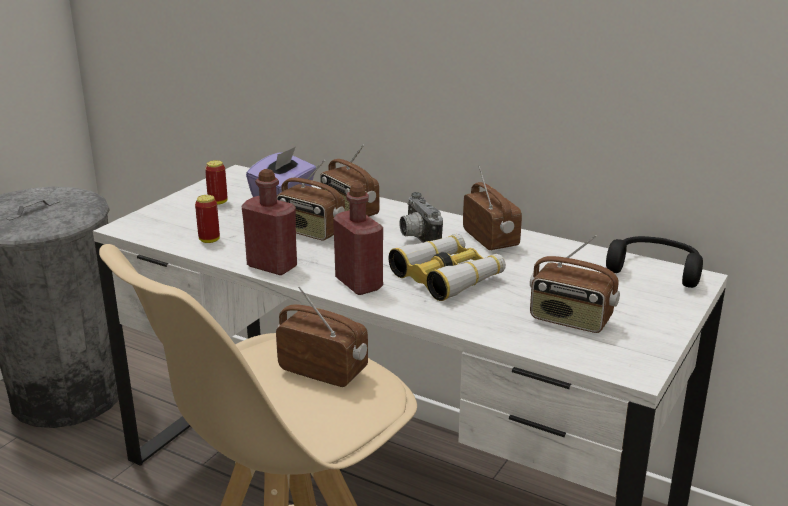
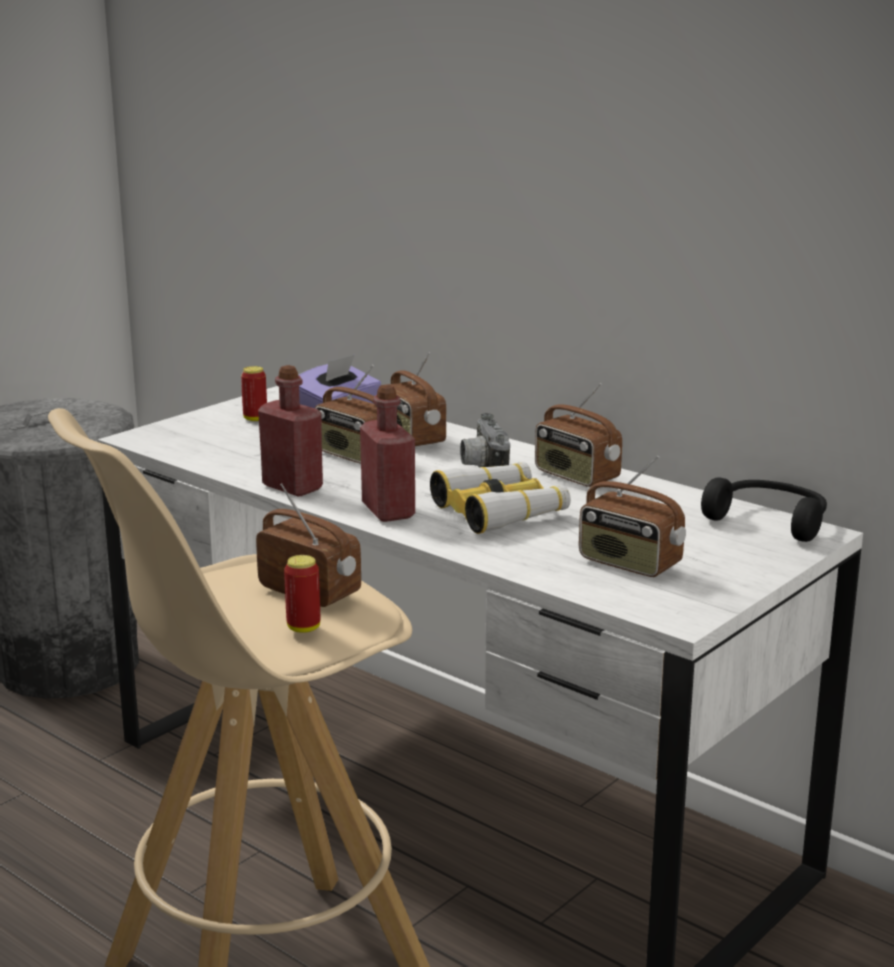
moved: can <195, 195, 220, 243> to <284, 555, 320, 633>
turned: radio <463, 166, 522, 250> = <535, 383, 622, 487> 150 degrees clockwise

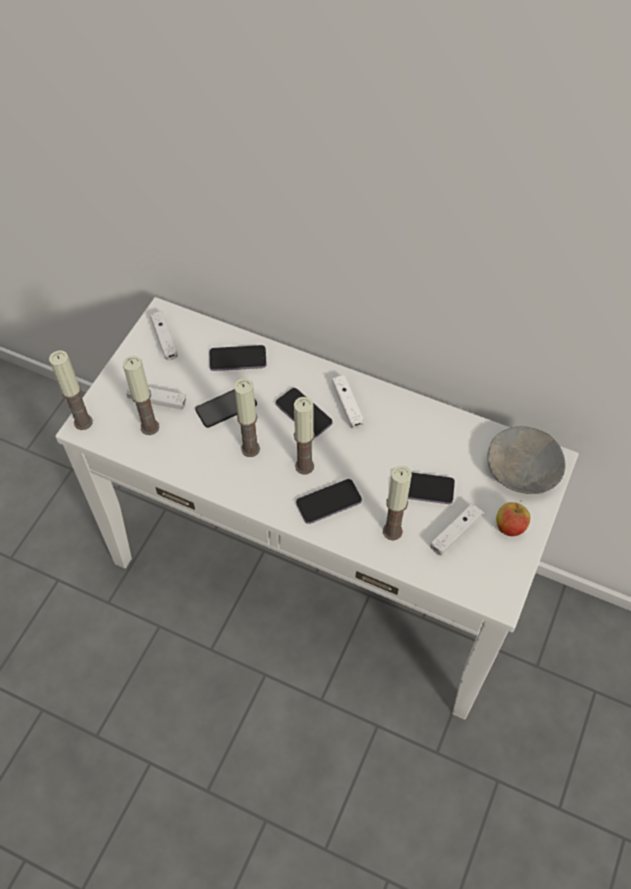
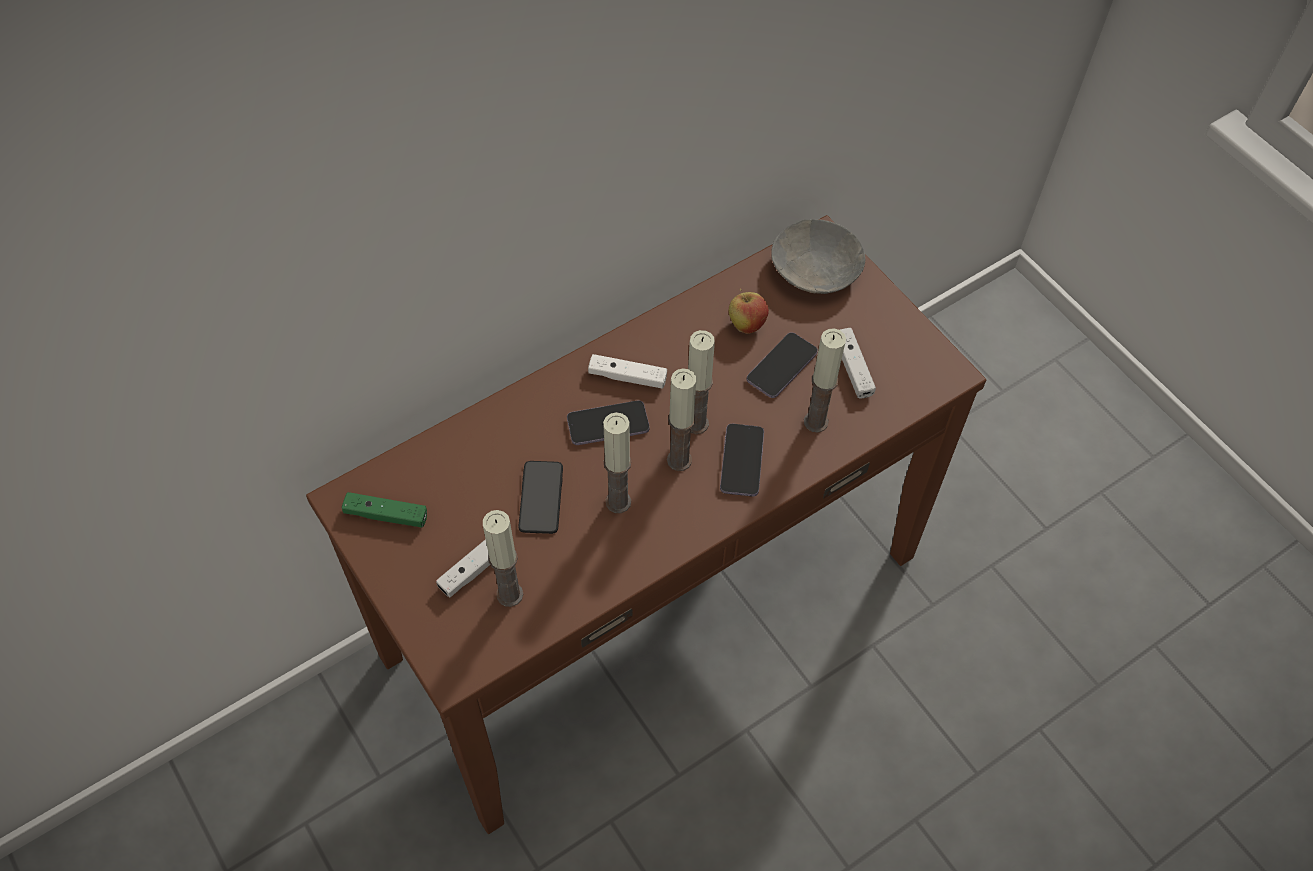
removed: phone <209, 345, 267, 371>
moved: candle <49, 350, 93, 430> to <688, 330, 715, 434>; apple <496, 500, 531, 536> to <729, 289, 769, 334>
recoloured: console table (white) <55, 297, 579, 720> to console table (brown) <306, 215, 986, 834>; game controller (white) <150, 311, 178, 360> to game controller (green) <342, 492, 427, 528>

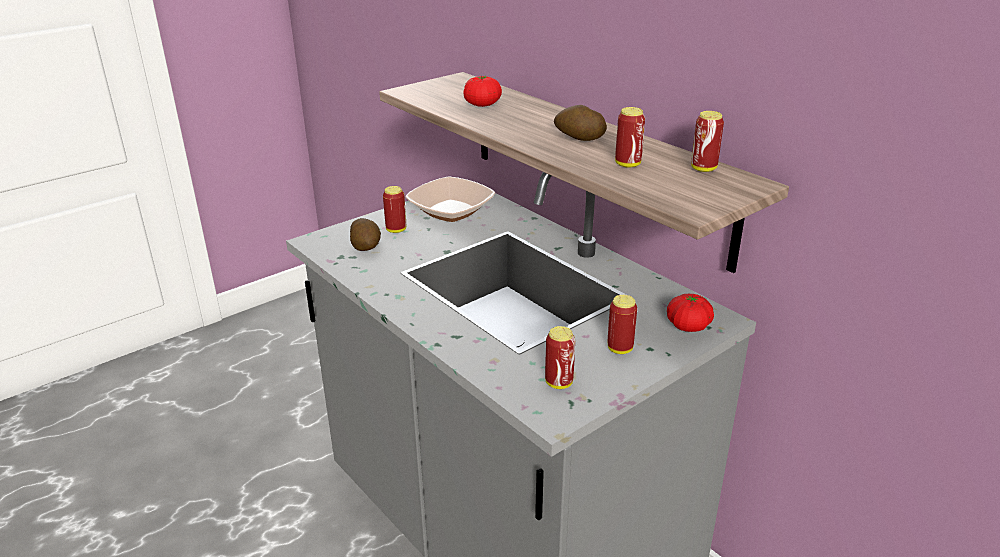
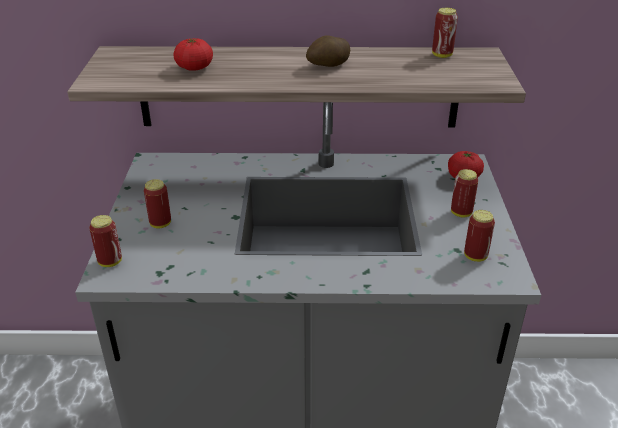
removed: potato <350, 218, 381, 251>; bowl <405, 176, 495, 222>
moved: can <615, 107, 645, 168> to <89, 215, 122, 267>

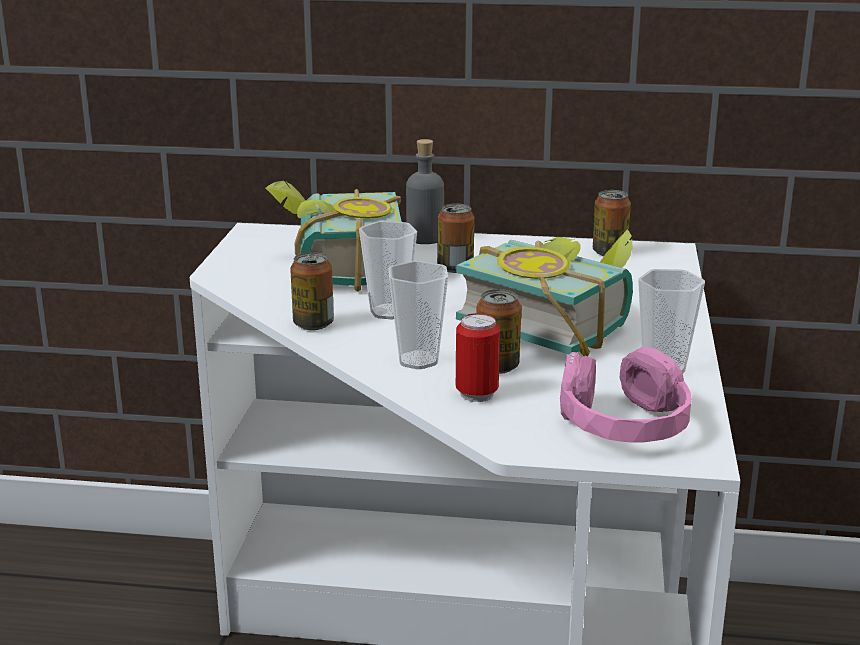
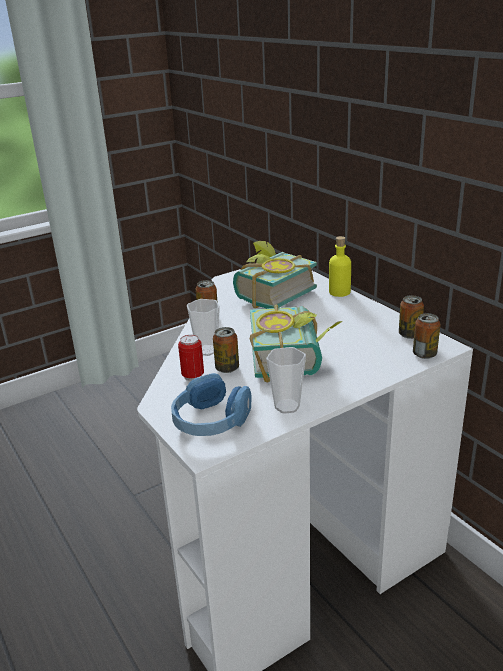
removed: cup <359, 221, 417, 319>
moved: can <437, 203, 475, 273> to <413, 313, 440, 359>
recoloured: bottle (grey) <406, 139, 444, 244> to bottle (yellow) <329, 236, 351, 297>; headphones (pink) <560, 346, 692, 443> to headphones (blue) <171, 373, 252, 436>

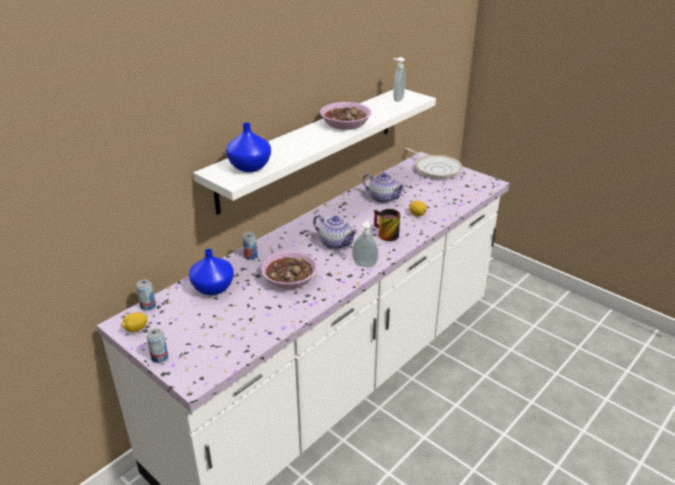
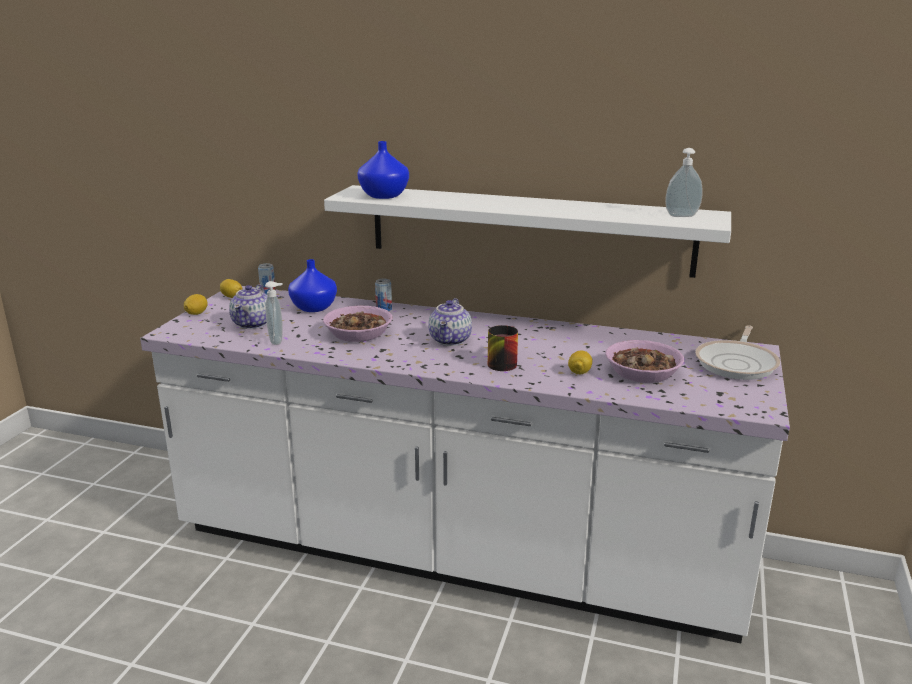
moved: bowl <320, 102, 371, 130> to <606, 340, 684, 383>; soap dispenser <352, 220, 379, 267> to <265, 281, 283, 345>; teapot <362, 173, 406, 203> to <229, 284, 267, 329>
replaced: can <147, 329, 168, 363> to lemon <184, 294, 208, 315>

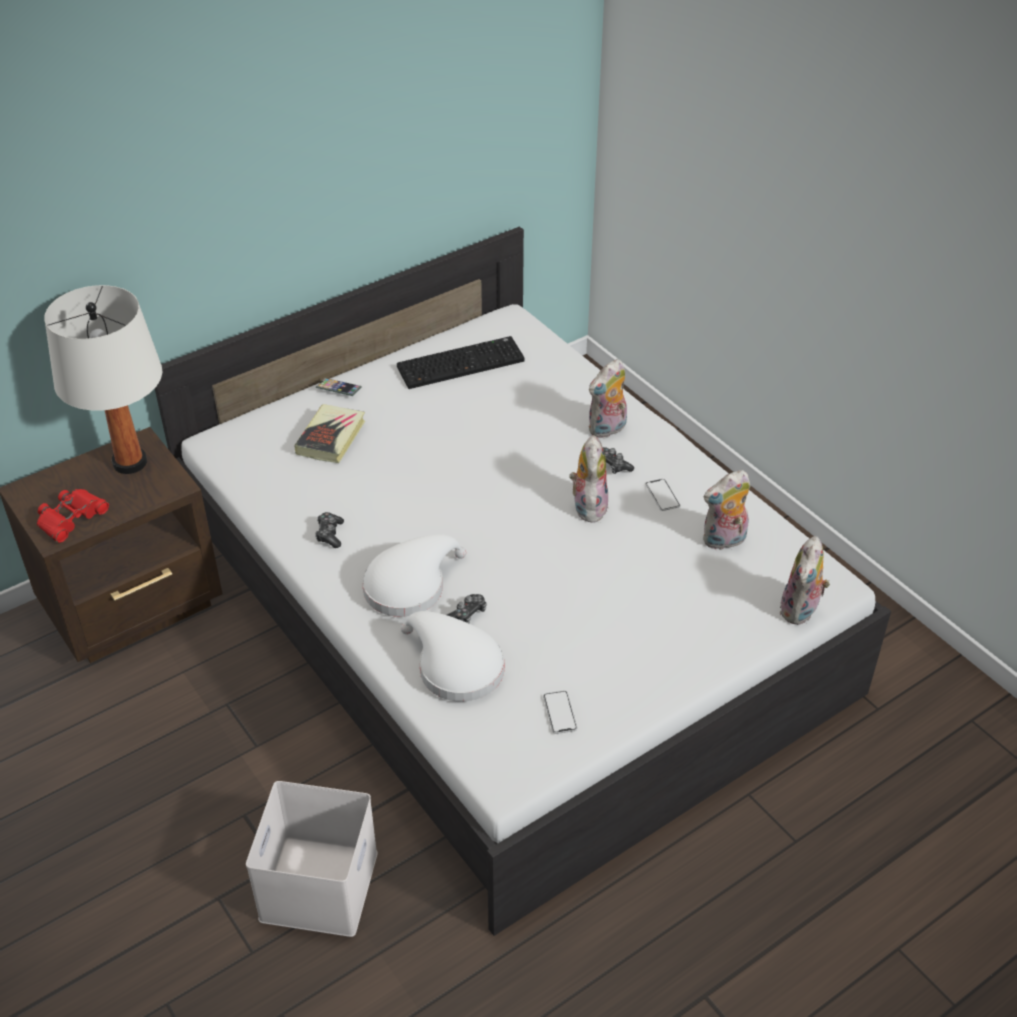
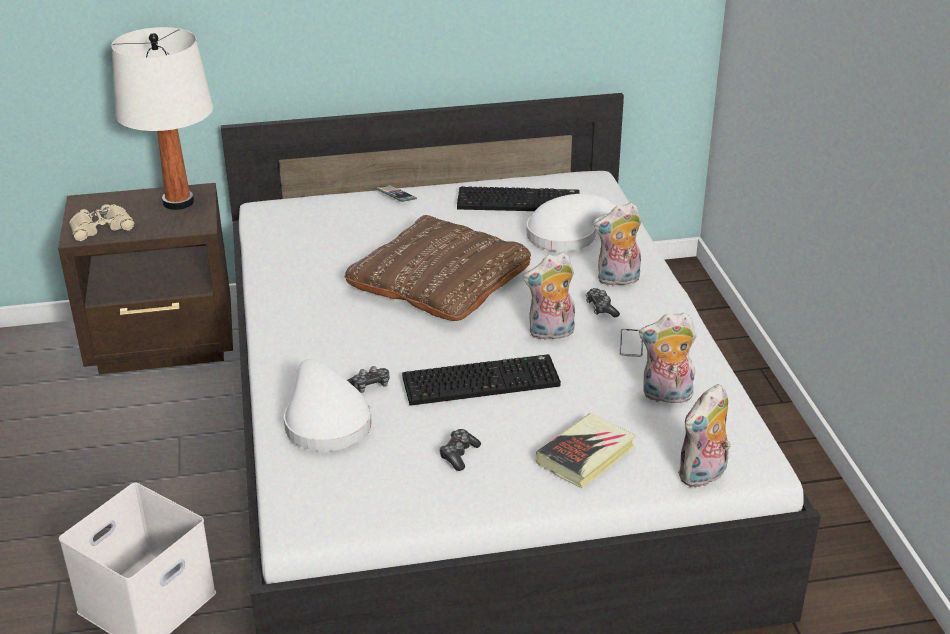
removed: phone <543, 691, 577, 734>
added: pillow (brown) <345, 215, 531, 321>; keyboard <402, 354, 561, 406>
moved: book <294, 404, 365, 463> to <536, 413, 636, 488>; game controller <315, 512, 344, 548> to <439, 429, 481, 471>; hat (white) <362, 534, 466, 617> to <527, 194, 616, 251>
recoloured: binoculars (red) <37, 489, 109, 543> to binoculars (beige) <69, 204, 135, 242>
turned: plush toy <569, 435, 608, 523> = <523, 252, 575, 340> 135 degrees counterclockwise

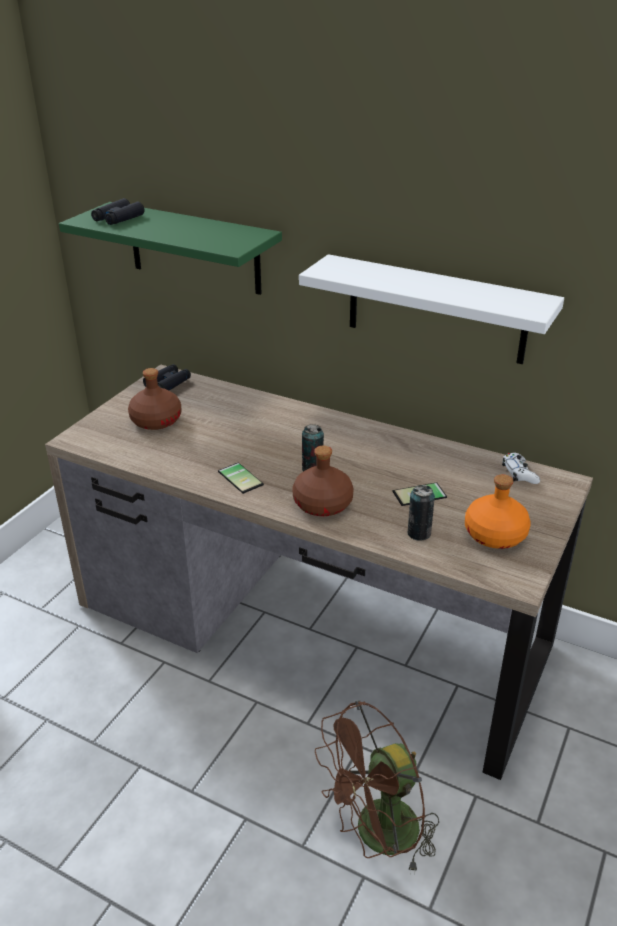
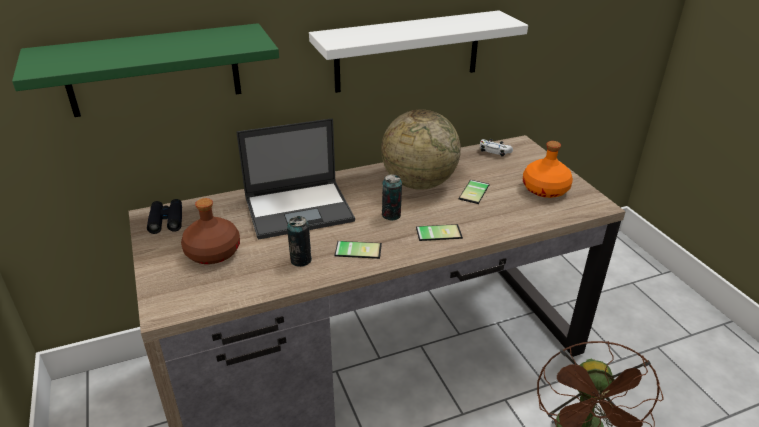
removed: binoculars (black) <91, 198, 144, 225>
added: laptop <236, 118, 355, 240>; globe <381, 109, 461, 190>
moved: can <407, 485, 435, 541> to <287, 216, 312, 267>
replaced: bottle (brown) <292, 445, 354, 516> to phone <416, 221, 463, 241>

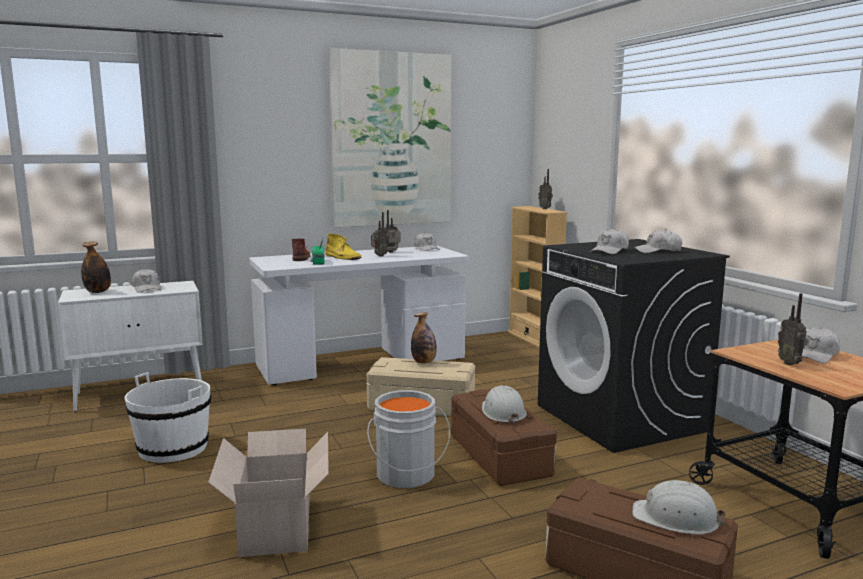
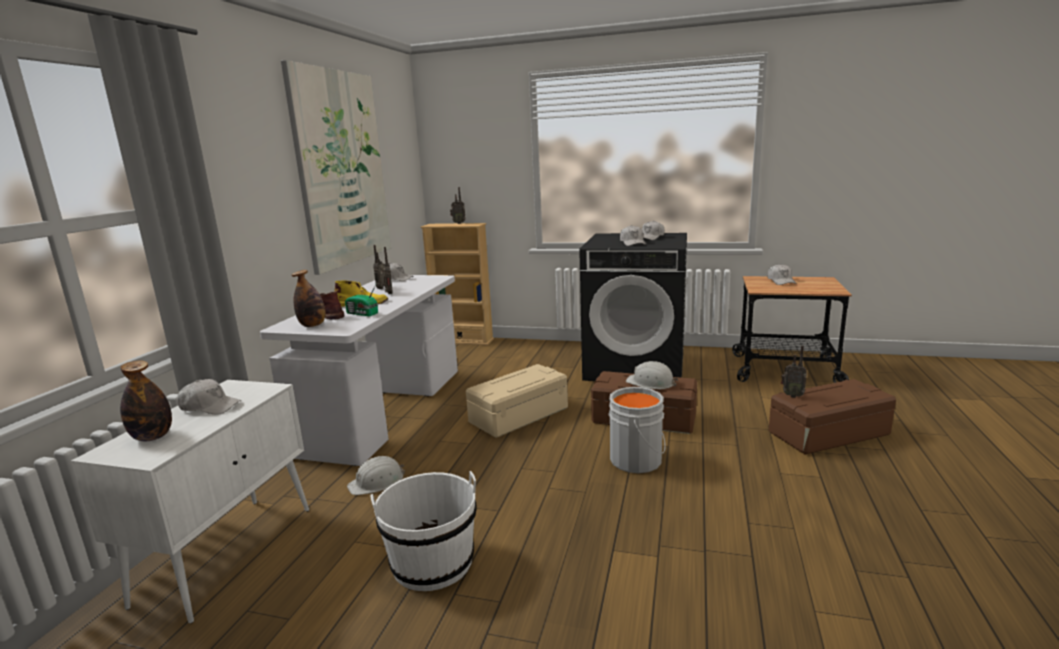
removed: cardboard box <208, 429, 329, 557>
moved: bottle <411, 312, 437, 364> to <291, 270, 326, 327>; hard hat (white) <632, 480, 726, 535> to <347, 456, 405, 495>; radio <778, 293, 808, 365> to <781, 345, 807, 398>

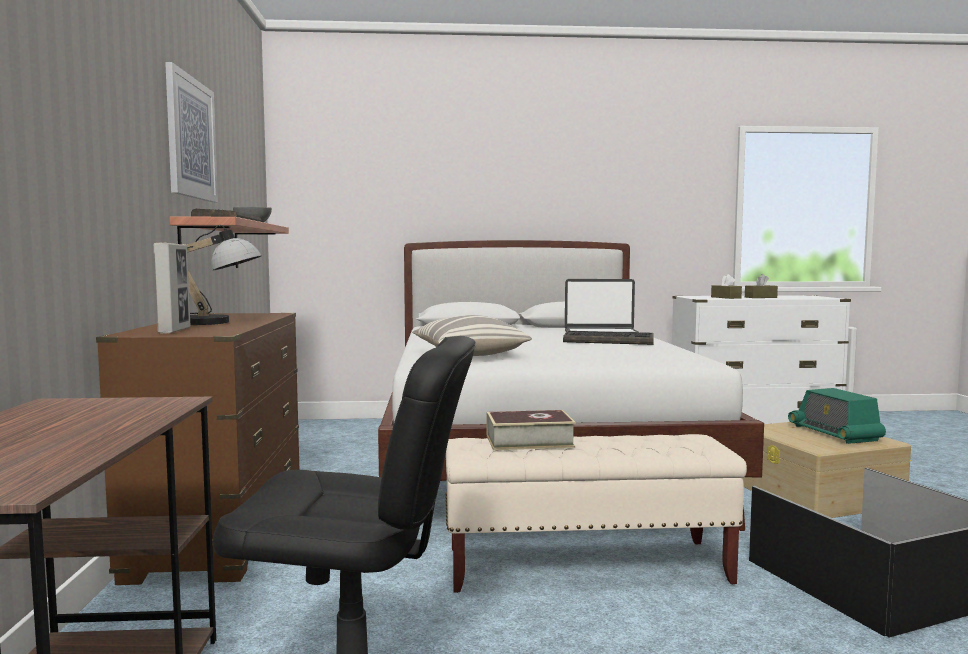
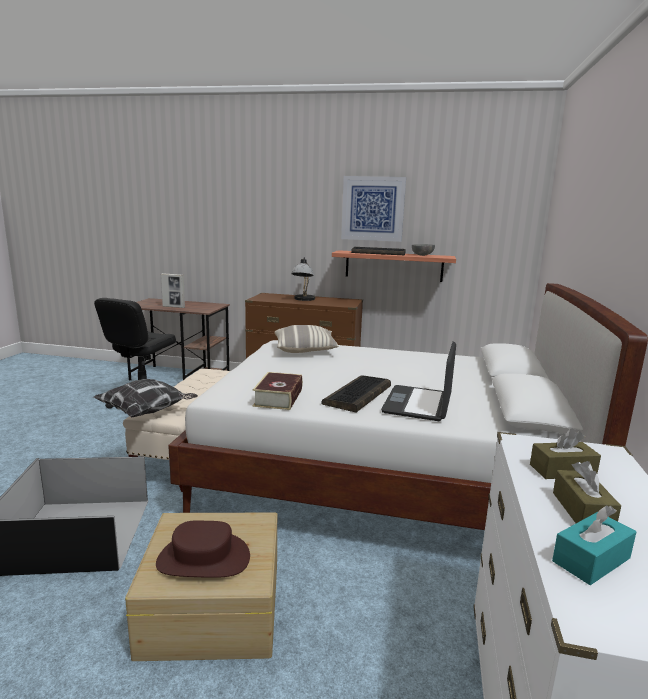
added: pillow <93, 379, 198, 417>; tissue box (turquoise) <552, 506, 636, 585>
moved: picture frame <154, 242, 190, 334> to <161, 273, 185, 308>; book <486, 410, 576, 450> to <252, 372, 303, 410>
replaced: radio <788, 388, 886, 444> to hat (brown) <156, 520, 250, 578>

